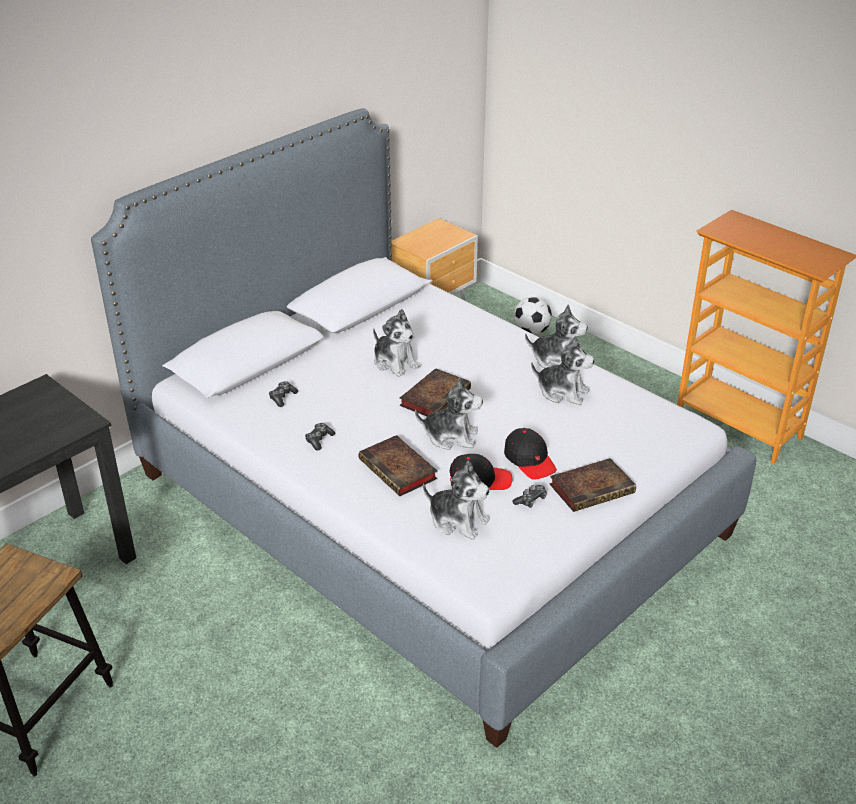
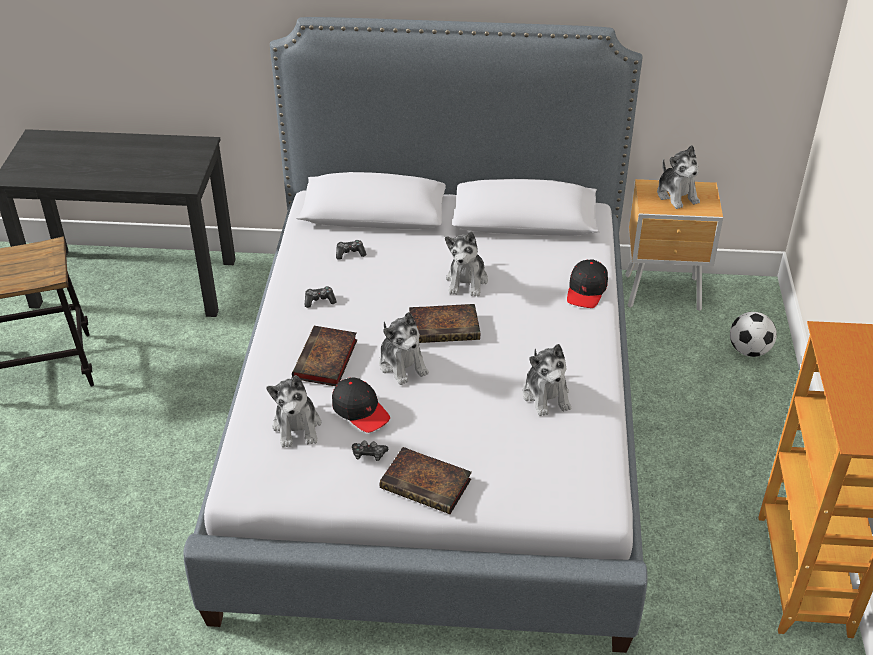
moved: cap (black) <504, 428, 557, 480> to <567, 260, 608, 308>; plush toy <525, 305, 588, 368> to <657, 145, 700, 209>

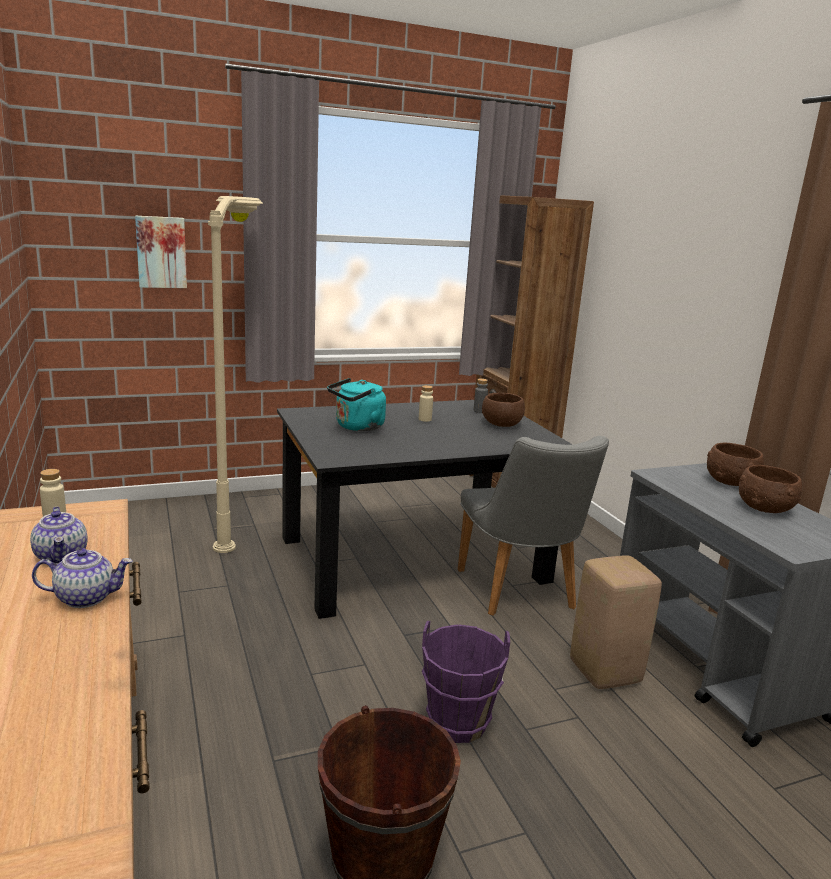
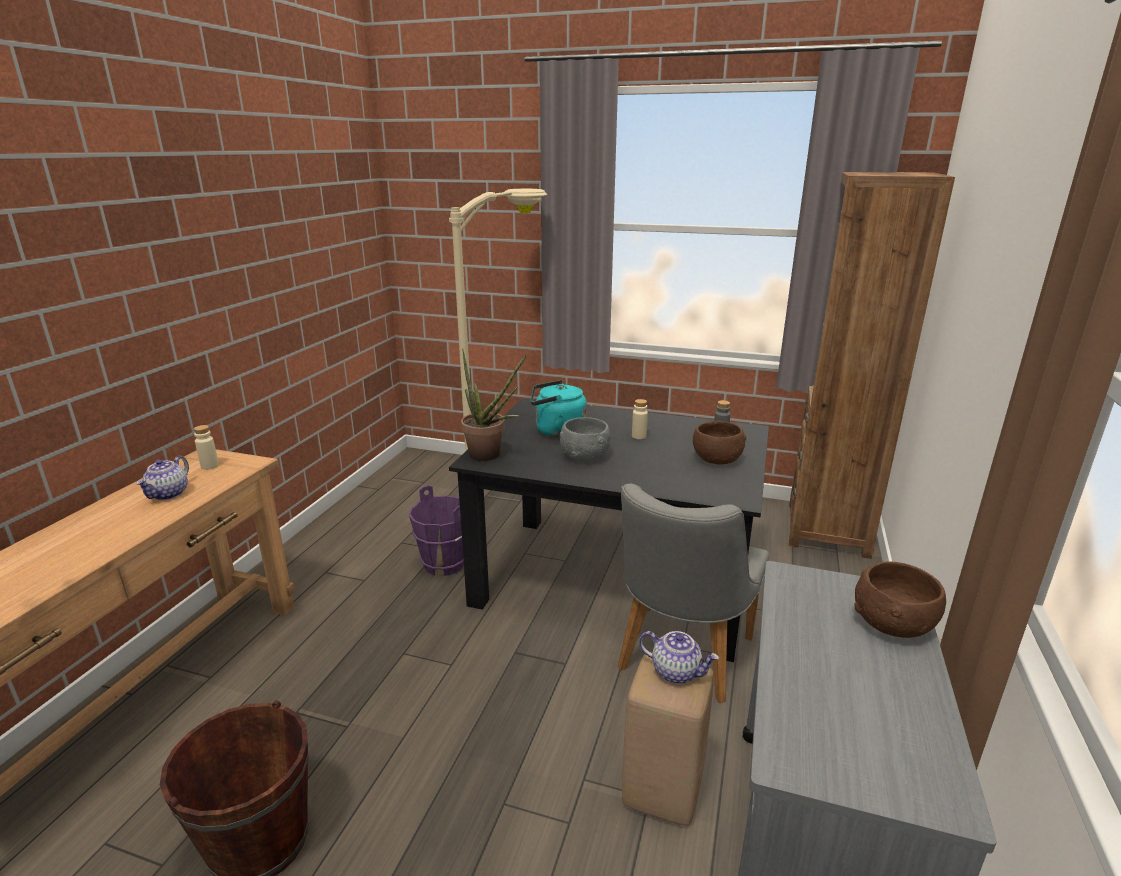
removed: picture <135, 216, 187, 288>; bowl (brown) <739, 465, 802, 513>
added: potted plant <461, 349, 526, 461>; bowl (grey) <560, 417, 611, 461>
moved: teapot <32, 548, 133, 608> to <639, 631, 719, 684>; bucket (purple) <422, 621, 510, 743> to <409, 485, 464, 576>

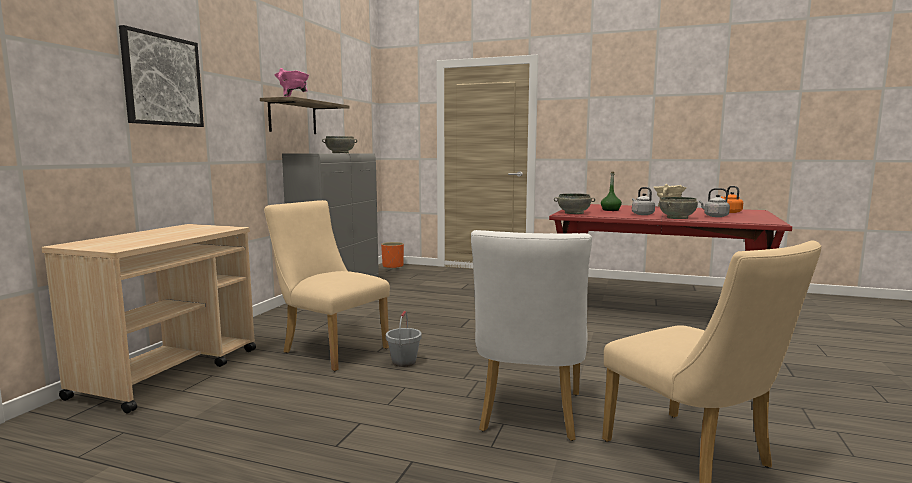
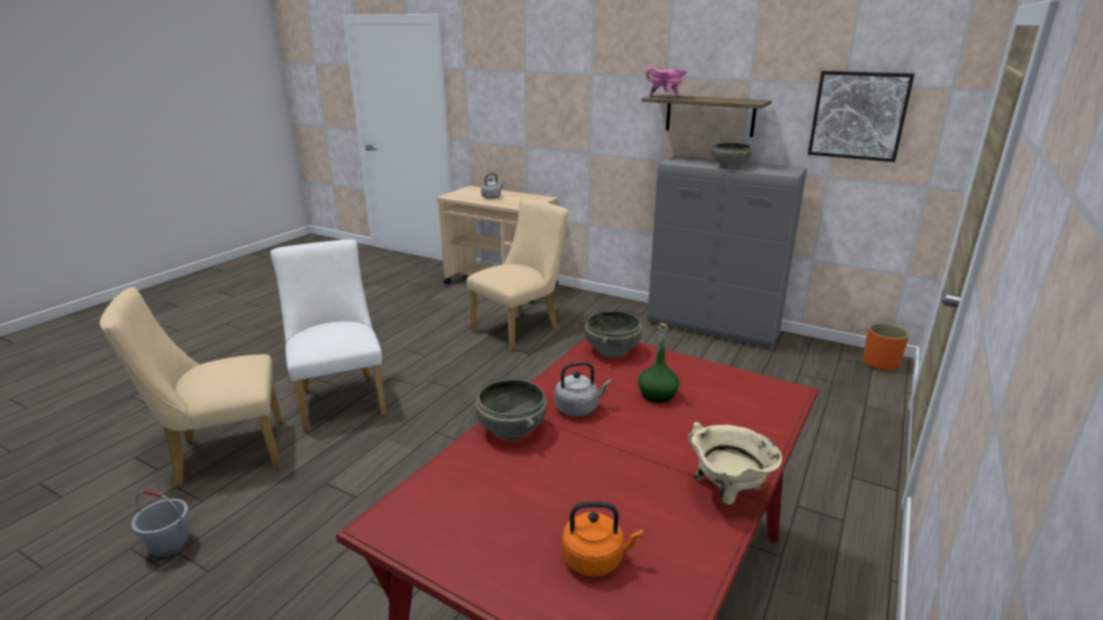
moved: picture <119, 25, 204, 127> to <808, 71, 915, 162>; bucket (grey) <386, 311, 422, 367> to <132, 489, 189, 559>; kettle (grey) <699, 188, 730, 217> to <481, 173, 504, 199>
turned: chair (white) <471, 230, 592, 441> = <270, 239, 386, 432> 45 degrees clockwise

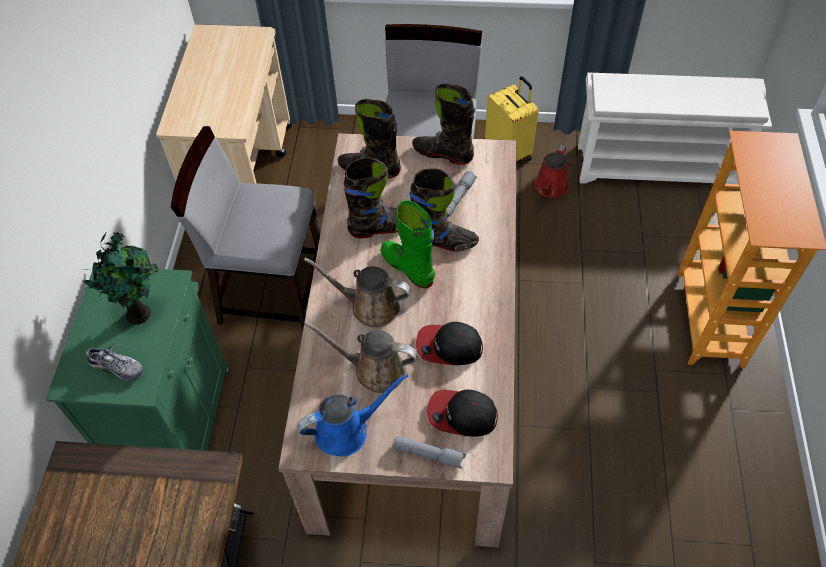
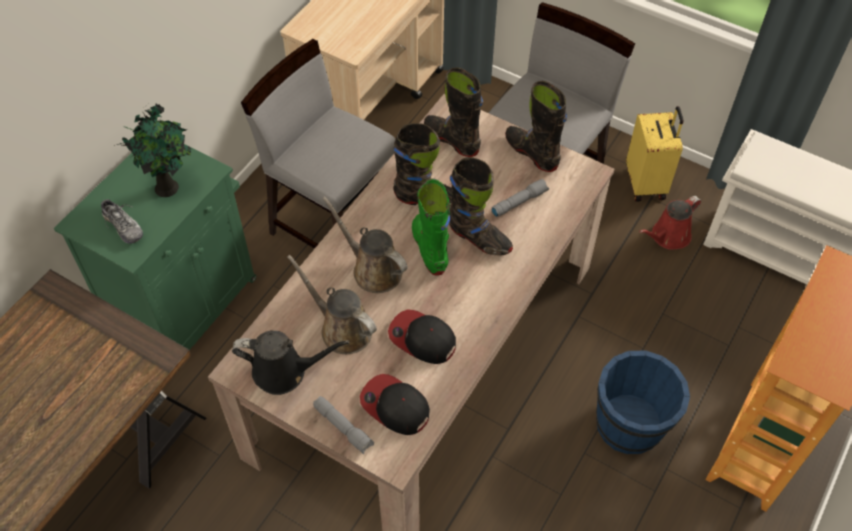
added: bucket (blue) <596, 351, 690, 454>
recoloured: watering can (blue) <297, 373, 408, 457> to watering can (black) <232, 330, 350, 395>

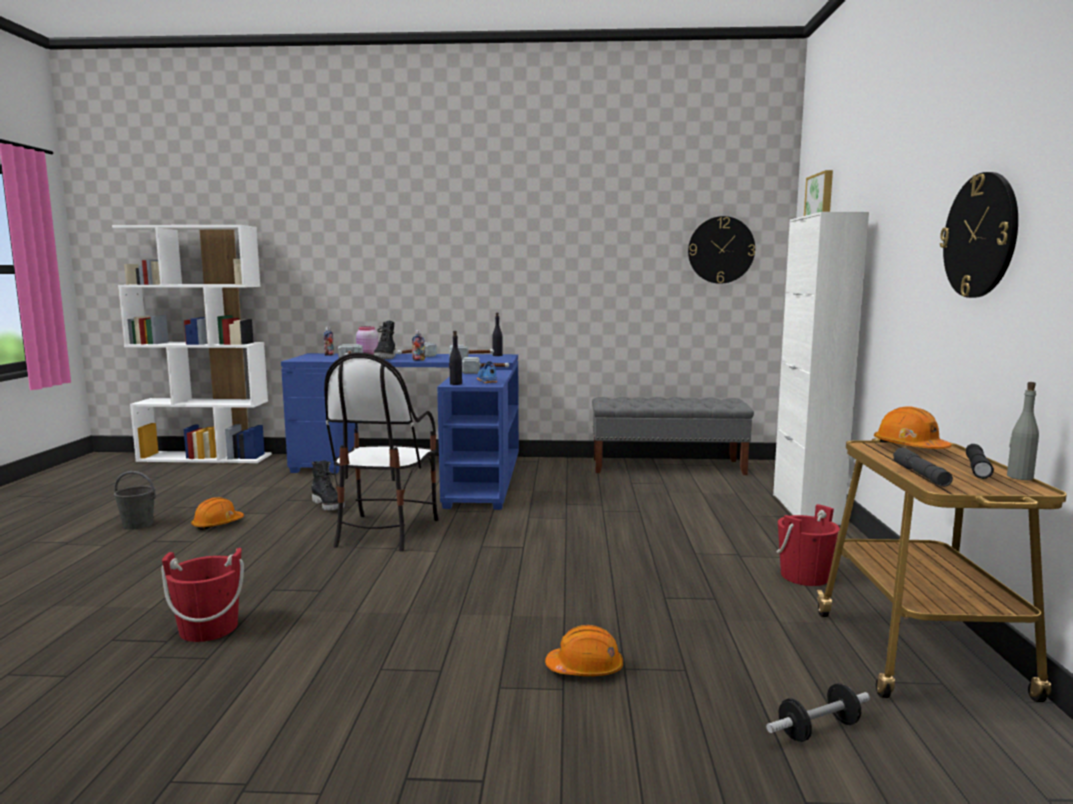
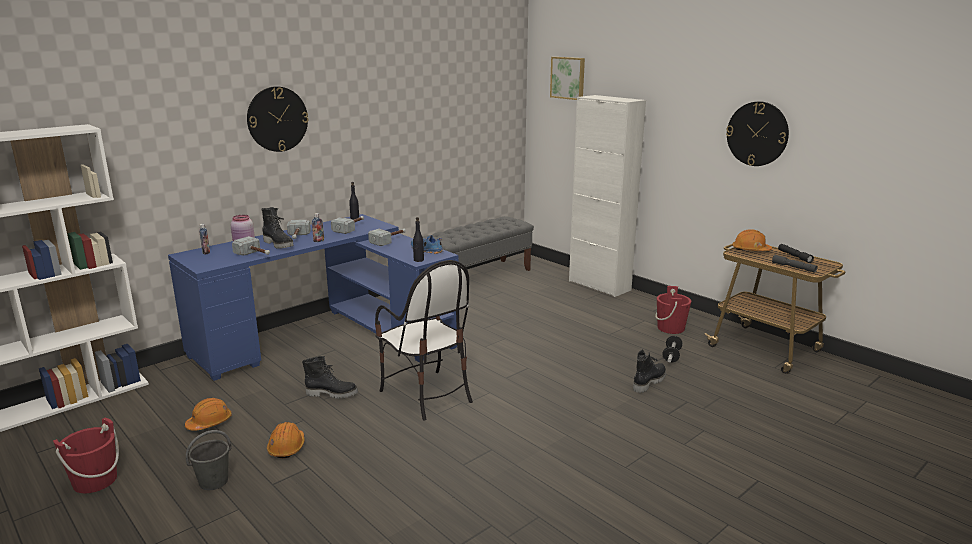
removed: bottle (grey) <1007, 382, 1039, 480>
added: boot (black) <633, 349, 666, 393>
moved: bucket (red) <162, 548, 244, 642> to <53, 417, 119, 493>; hard hat (orange) <545, 625, 623, 676> to <185, 398, 232, 431>; wall clock <688, 216, 755, 284> to <247, 86, 309, 152>; dumbbell <766, 684, 870, 742> to <662, 336, 683, 362>

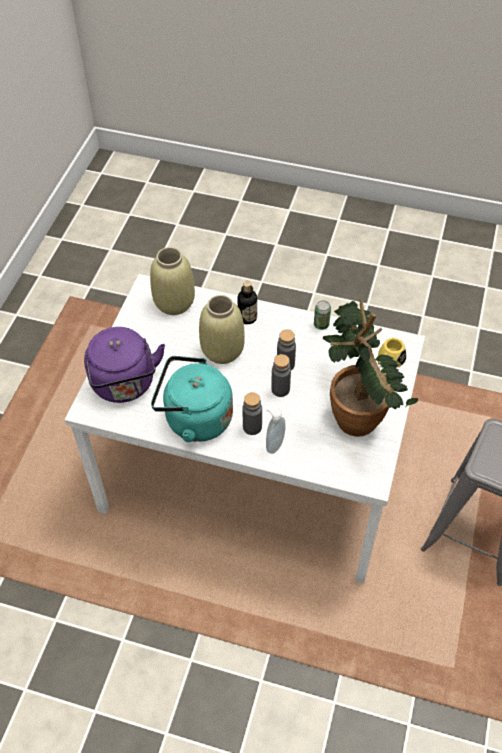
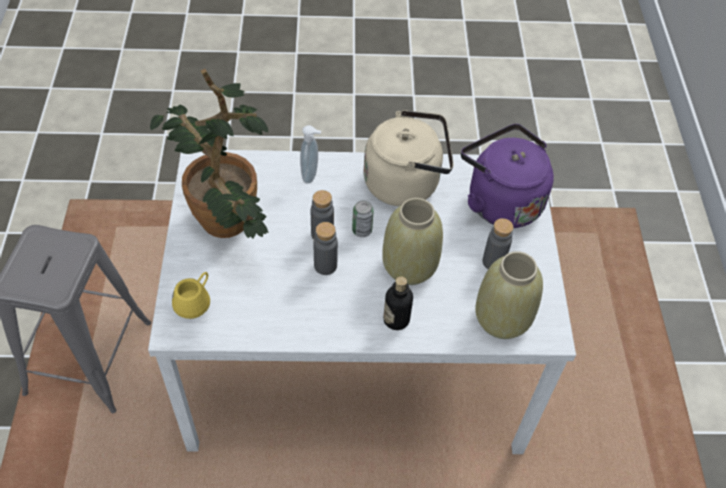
moved: bottle (grey) <242, 392, 262, 435> to <483, 218, 513, 269>; can <314, 300, 331, 330> to <352, 200, 374, 237>
recoloured: kettle (turquoise) <151, 356, 233, 442> to kettle (beige) <364, 110, 453, 206>

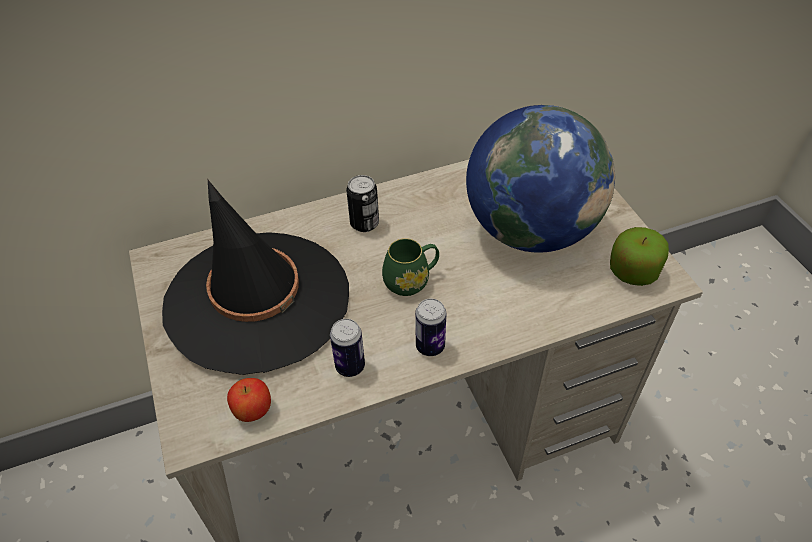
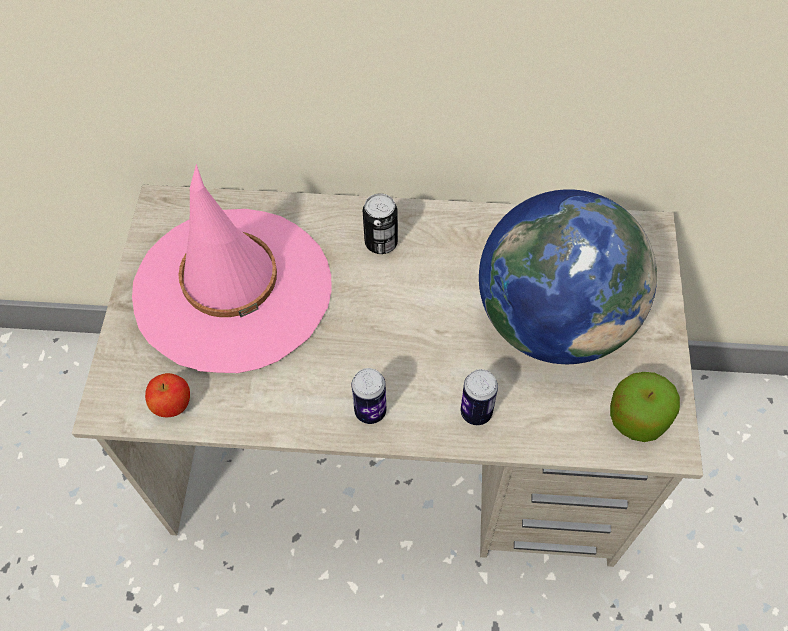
removed: mug (green) <382, 238, 439, 296>
moved: can <330, 319, 365, 377> to <461, 369, 498, 425>
recoloured: hat (black) <162, 180, 349, 375> to hat (pink) <132, 164, 332, 373>

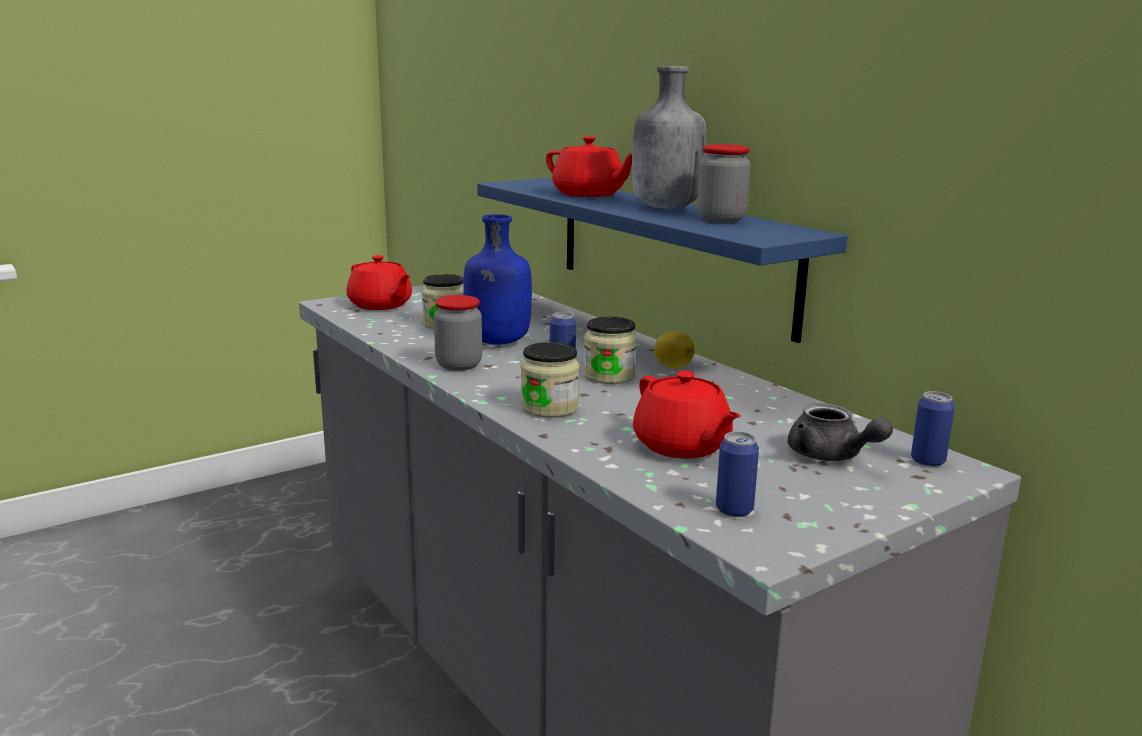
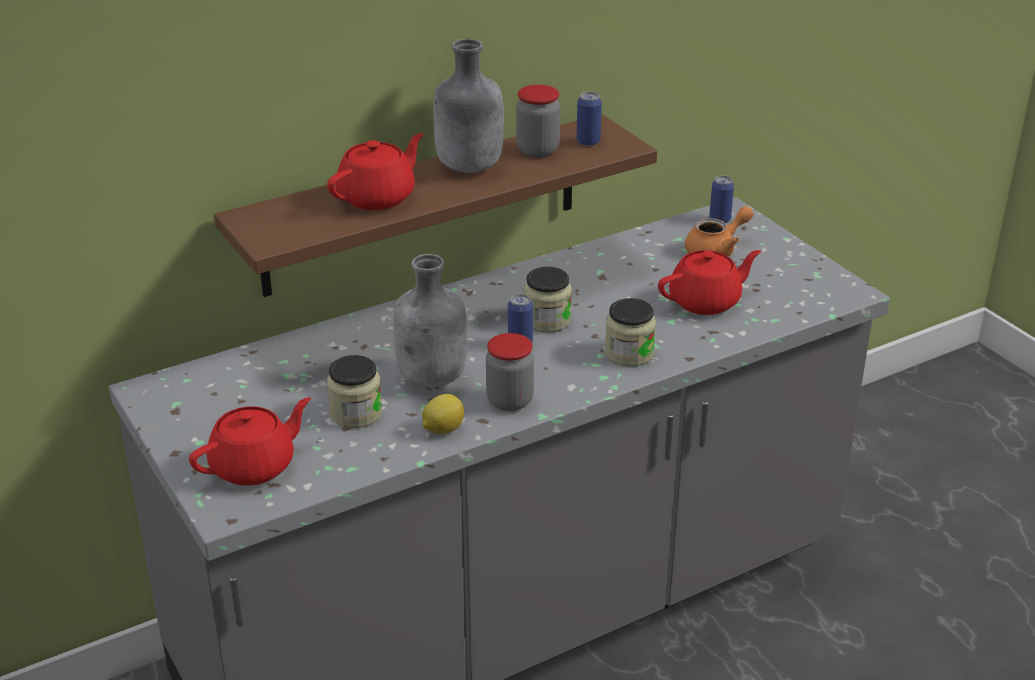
moved: lemon <654, 332, 695, 368> to <422, 394, 464, 434>; can <716, 431, 759, 517> to <577, 92, 602, 146>
recoloured: bottle (blue) <463, 214, 532, 345> to bottle (grey) <393, 254, 467, 387>; shelf (blue) <477, 178, 848, 343> to shelf (brown) <214, 114, 657, 297>; teapot (grey) <788, 404, 893, 461> to teapot (orange) <685, 206, 754, 256>

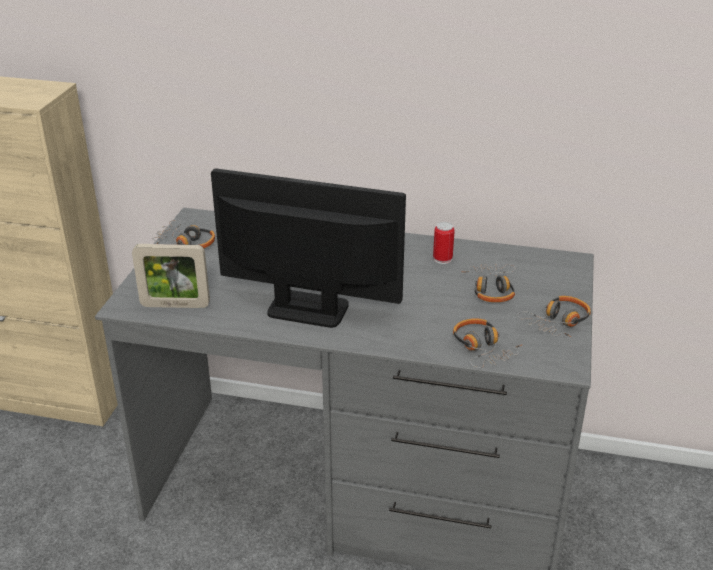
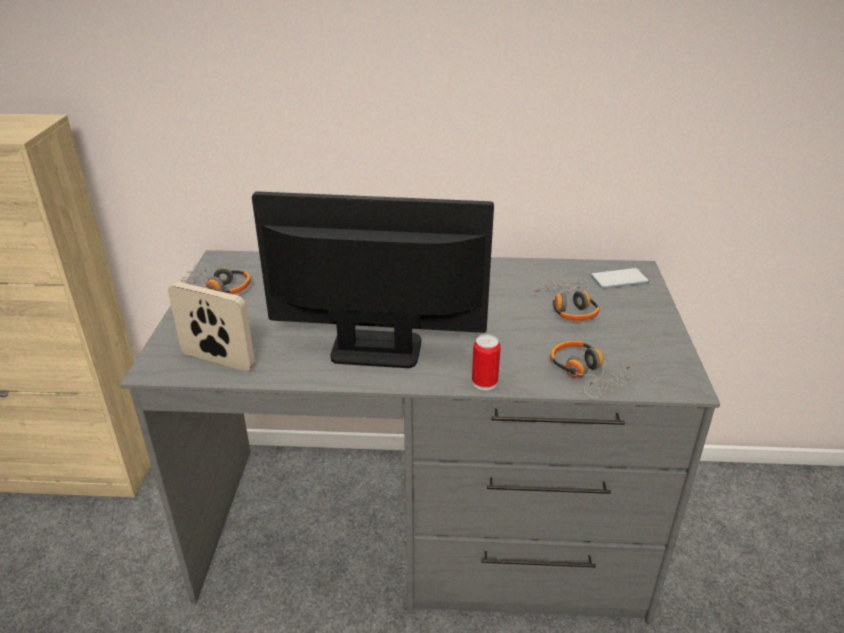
removed: headphones <517, 296, 591, 337>
added: phone <591, 268, 649, 289>
moved: can <433, 222, 455, 264> to <472, 334, 501, 390>
turned: picture frame <132, 244, 210, 308> = <168, 282, 255, 371> 150 degrees counterclockwise

